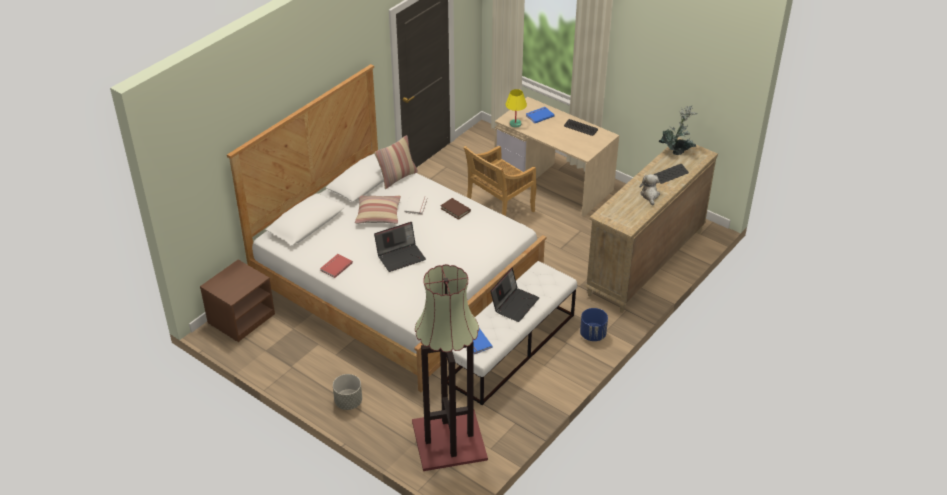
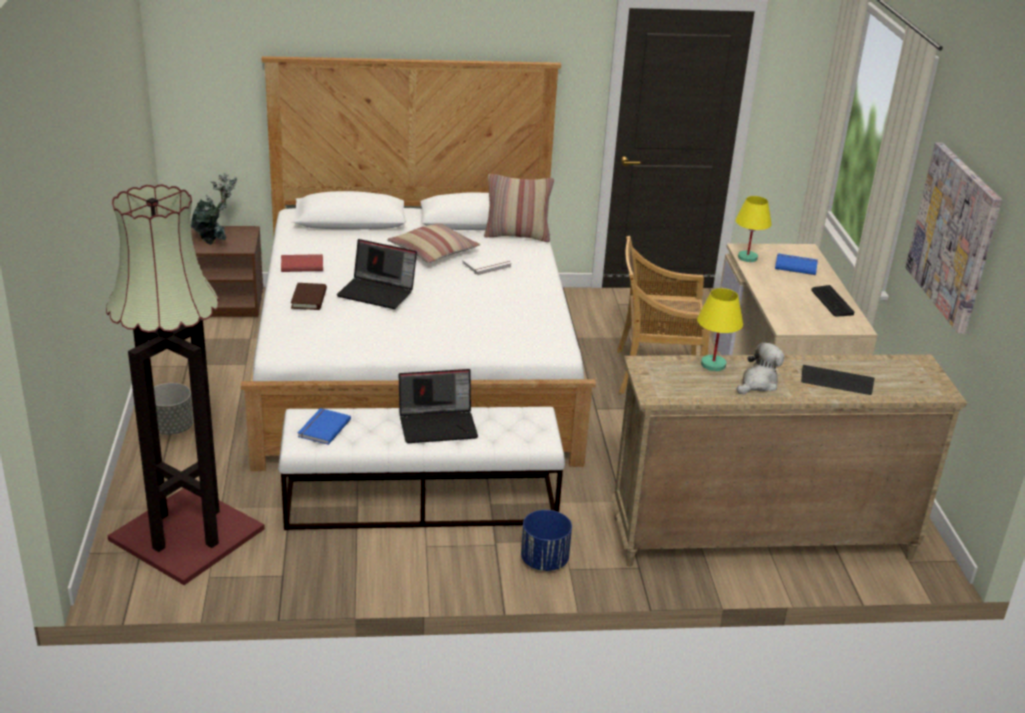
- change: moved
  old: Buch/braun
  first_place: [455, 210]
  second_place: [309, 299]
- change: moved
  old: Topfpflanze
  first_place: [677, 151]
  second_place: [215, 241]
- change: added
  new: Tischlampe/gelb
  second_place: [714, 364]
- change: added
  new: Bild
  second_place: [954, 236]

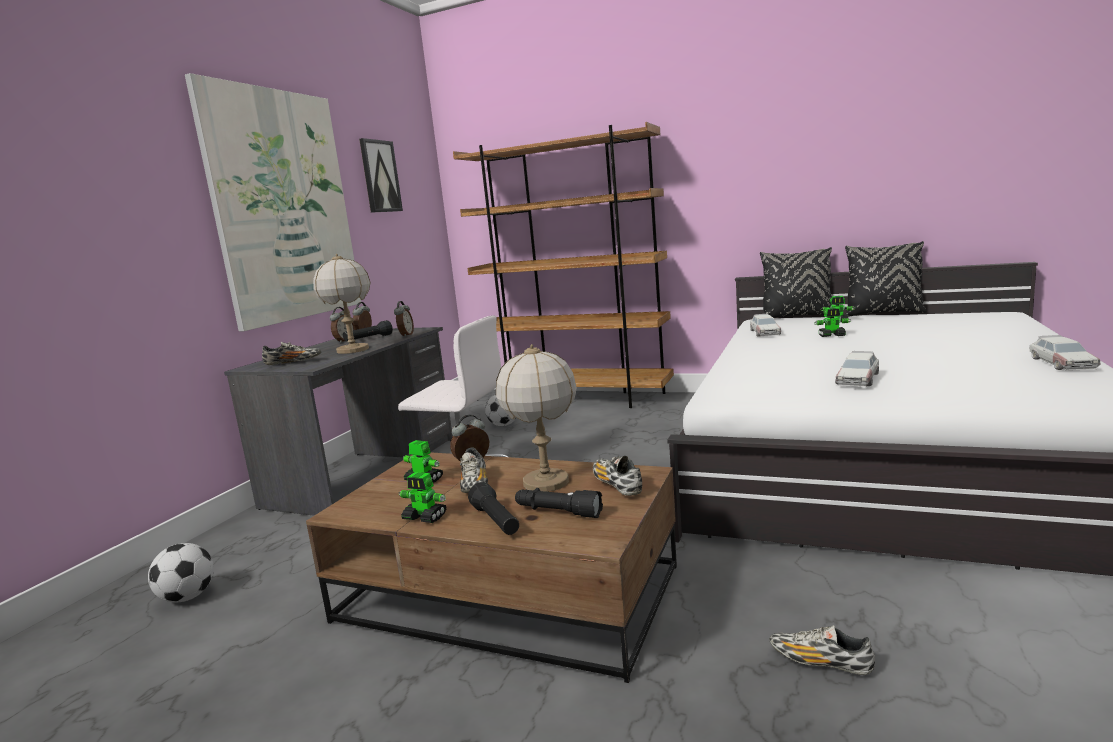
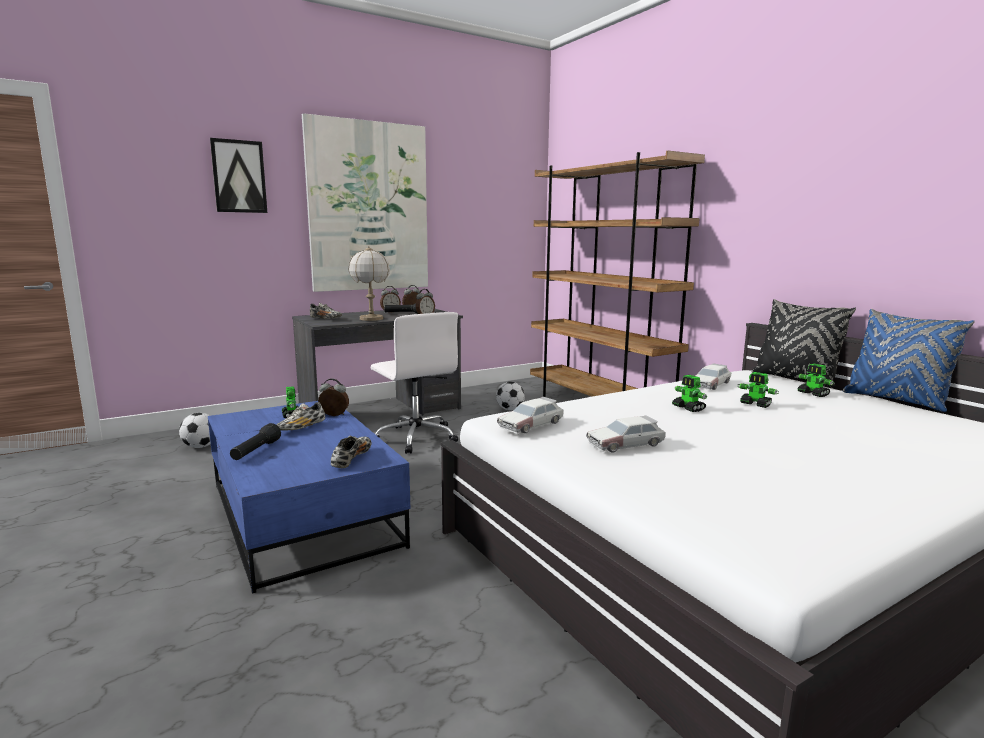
- change: recoloured
  old: Couchtisch/braun
  new: Couchtisch/blau
  first_place: [505, 594]
  second_place: [301, 513]
- change: moved
  old: Bild
  first_place: [380, 176]
  second_place: [239, 176]
- change: moved
  old: Spielzeugroboter
  first_place: [425, 517]
  second_place: [688, 408]
- change: removed
  old: Tischlampe
  first_place: [546, 482]
- change: removed
  old: Taschenlampe/schwarz
  first_place: [558, 512]
- change: removed
  old: Schuh
  first_place: [820, 663]
- change: recoloured
  old: Kissen/schwarz
  new: Kissen/blau
  first_place: [883, 313]
  second_place: [896, 400]
- change: moved
  old: Spielzeugauto
  first_place: [1061, 363]
  second_place: [531, 424]

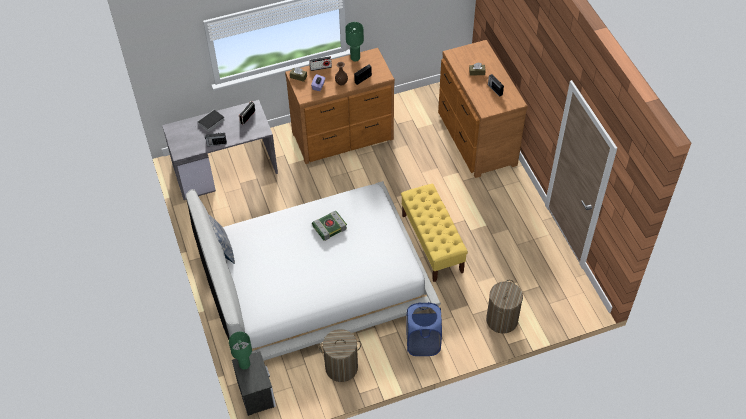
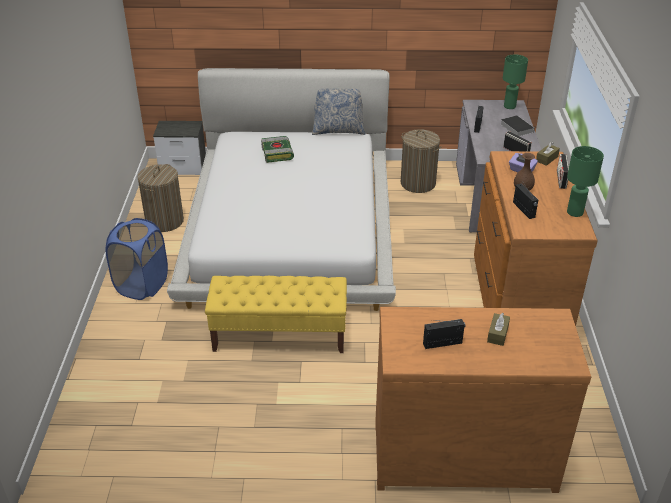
- change: moved
  old: Tischlampe/grün
  first_place: [244, 365]
  second_place: [509, 106]
- change: moved
  old: Buch
  first_place: [329, 227]
  second_place: [278, 153]
- change: moved
  old: Wäschekorb
  first_place: [501, 320]
  second_place: [418, 183]

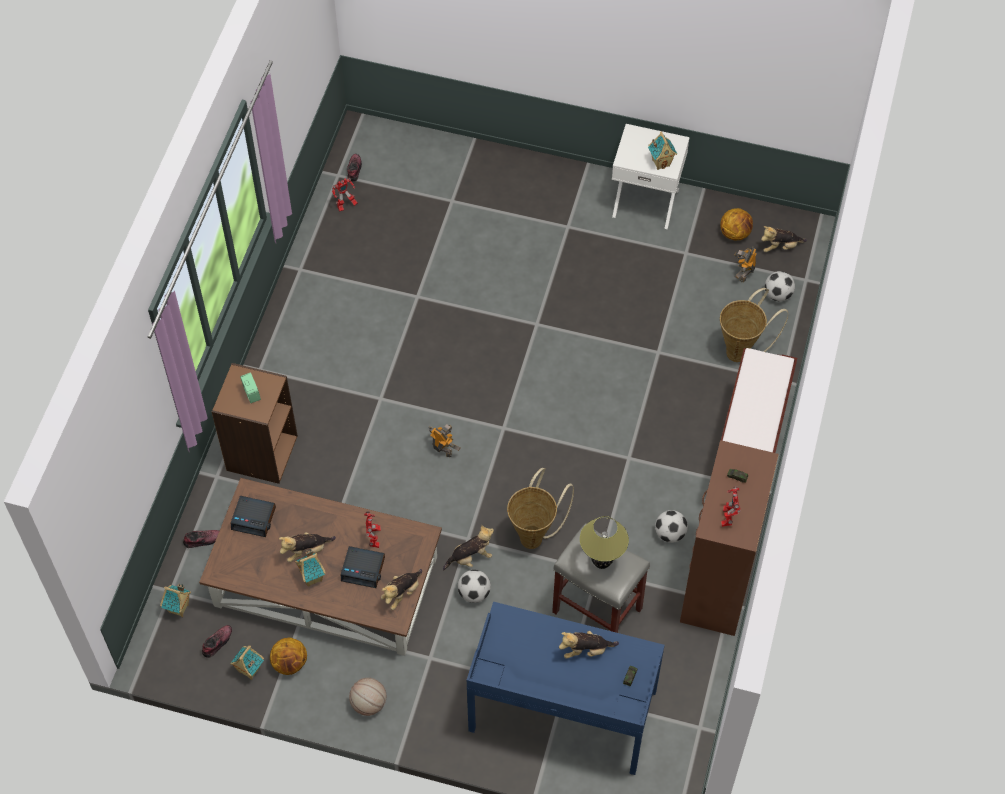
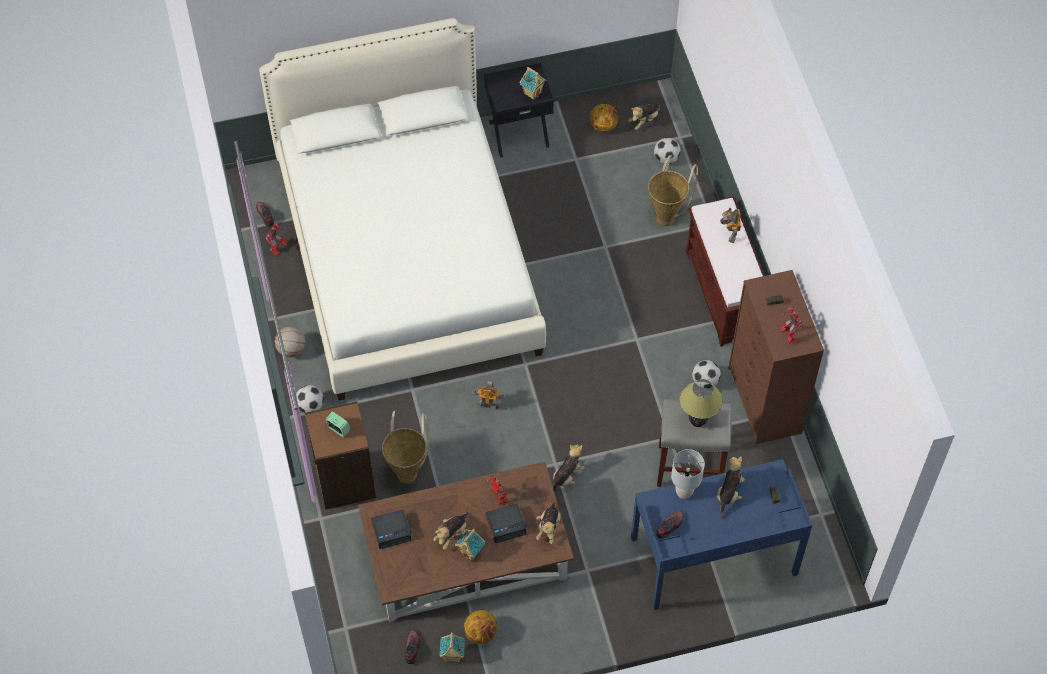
- change: removed
  old: Spielzeughaus
  first_place: [179, 609]
- change: moved
  old: Schuh
  first_place: [203, 540]
  second_place: [670, 526]
- change: moved
  old: Basketball
  first_place: [368, 704]
  second_place: [291, 349]
- change: moved
  old: Fußball
  first_place: [474, 593]
  second_place: [310, 406]
- change: moved
  old: Korb
  first_place: [535, 535]
  second_place: [408, 470]
- change: turned
  old: Plüschtier
  first_place: [586, 650]
  second_place: [729, 493]
  degrees: 150
- change: recoloured
  old: Nachttisch/weiß
  new: Nachttisch/schwarz
  first_place: [646, 201]
  second_place: [518, 133]
- change: moved
  old: Spielzeugroboter
  first_place: [743, 273]
  second_place: [729, 234]
- change: added
  new: Bett/weiß
  second_place: [408, 257]
- change: added
  new: Tischlampe/grau
  second_place: [684, 492]

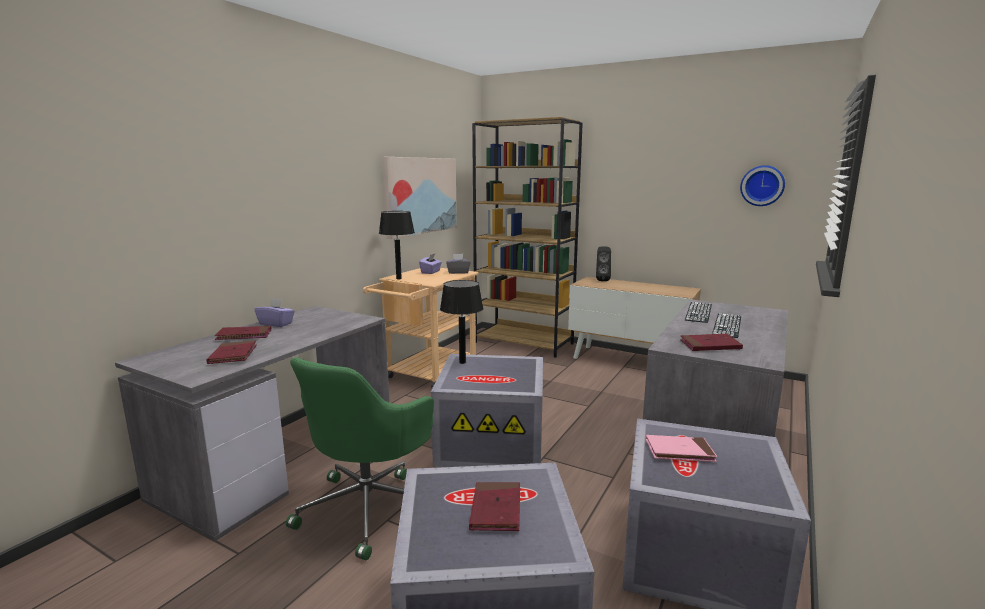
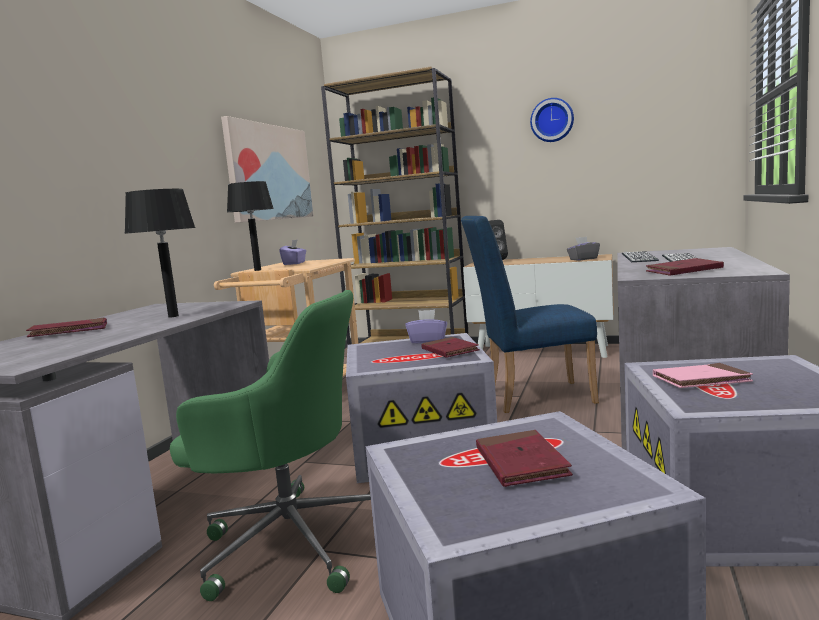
- change: moved
  old: Buch/rot
  first_place: [233, 355]
  second_place: [449, 350]
- change: moved
  old: Taschentuchbox/lila
  first_place: [276, 324]
  second_place: [428, 340]
- change: turned
  old: Bürostuhl/grün
  first_place: [370, 507]
  second_place: [289, 541]
  degrees: -90
- change: moved
  old: Tischlampe/schwarz
  first_place: [462, 362]
  second_place: [173, 316]
- change: moved
  old: Taschentuchbox/grau
  first_place: [458, 272]
  second_place: [583, 259]
- change: moved
  old: Wanduhr
  first_place: [762, 185]
  second_place: [552, 120]
- change: added
  new: Stuhl/blau
  second_place: [531, 397]

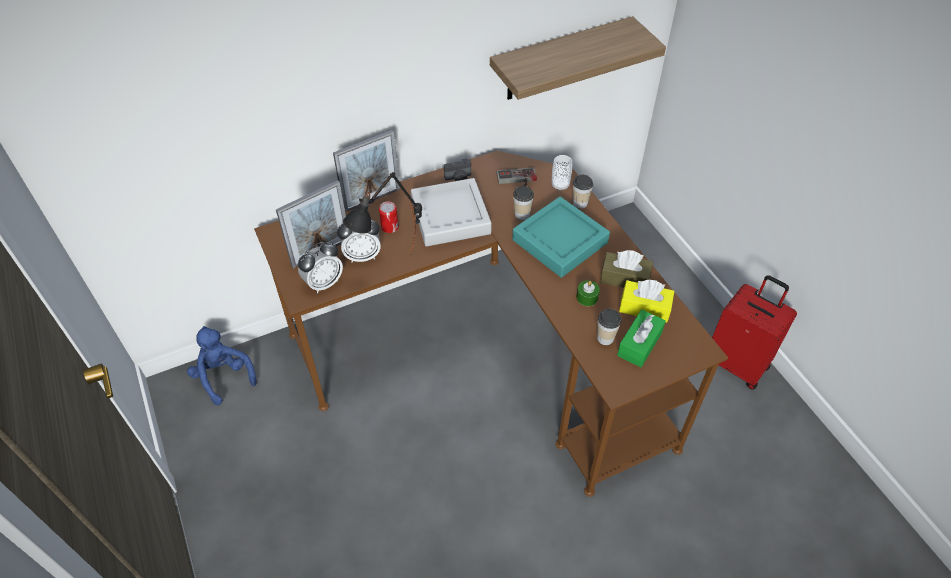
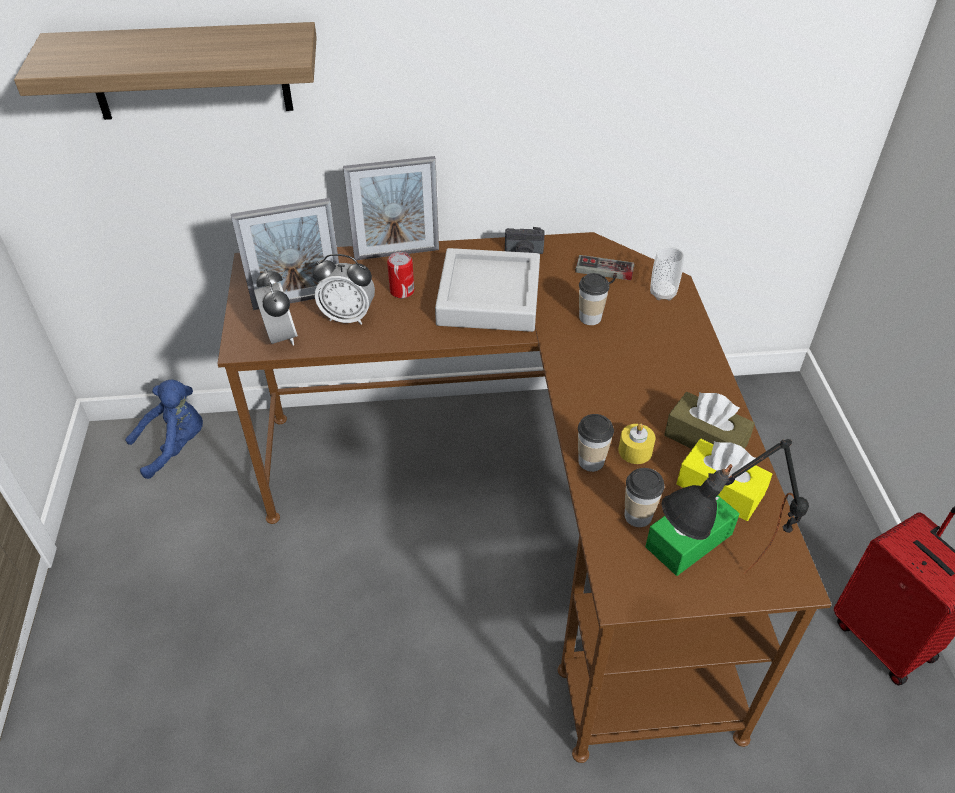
- change: turned
  old: Plüschtier/blau
  first_place: [224, 376]
  second_place: [175, 446]
  degrees: 75
- change: turned
  old: Wecker
  first_place: [324, 283]
  second_place: [281, 337]
  degrees: -90
- change: moved
  old: Tischlampe/schwarz
  first_place: [392, 273]
  second_place: [707, 601]
- change: moved
  old: Wandregal
  first_place: [560, 60]
  second_place: [189, 71]
- change: removed
  old: Tablett/türkis
  first_place: [559, 241]
- change: moved
  old: Tasse
  first_place: [580, 203]
  second_place: [591, 461]
- change: recoloured
  old: Kerze/grün
  new: Kerze/gelb
  first_place: [587, 297]
  second_place: [635, 451]

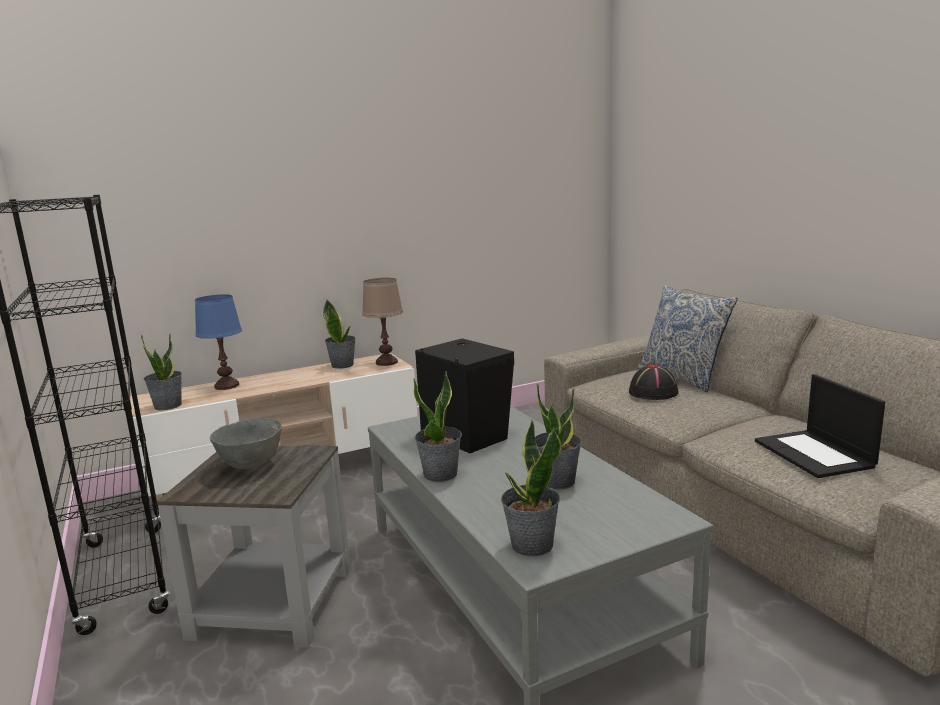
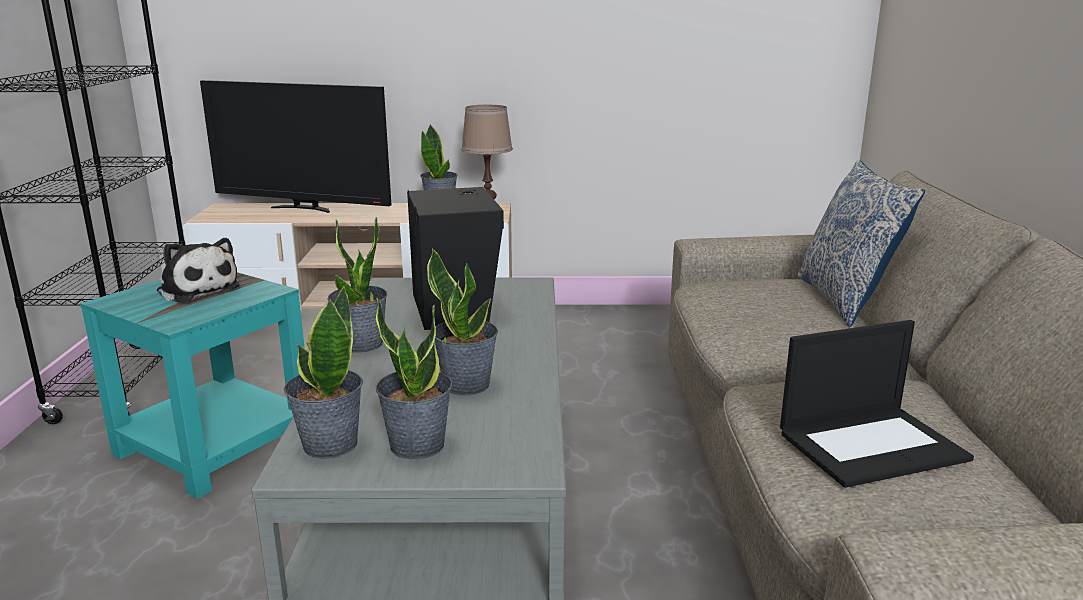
- change: moved
  old: Topfpflanze
  first_place: [168, 406]
  second_place: [417, 445]
- change: recoloured
  old: Beistelltisch/grau
  new: Beistelltisch/türkis
  first_place: [271, 601]
  second_place: [215, 443]
- change: replaced
  old: Tischlampe/blau
  new: Fernseher
  first_place: [227, 386]
  second_place: [304, 208]
- change: replaced
  old: Schüssel/grau
  new: Plüschtier
  first_place: [250, 465]
  second_place: [197, 289]
- change: removed
  old: Hut/schwarz
  first_place: [653, 392]
- change: turned
  old: Laptop
  first_place: [815, 454]
  second_place: [872, 445]
  degrees: -120

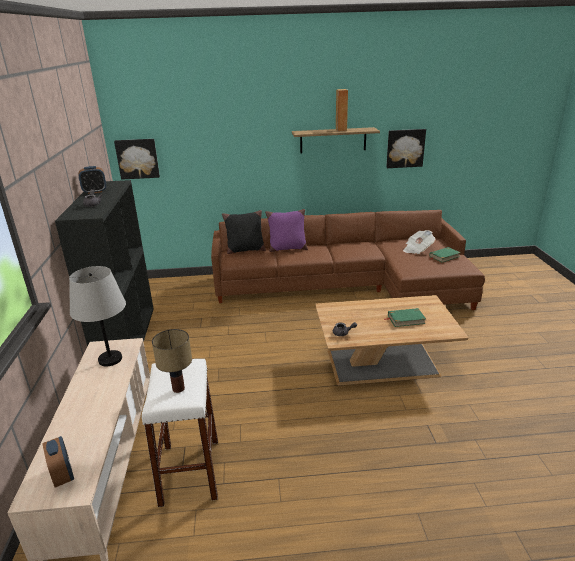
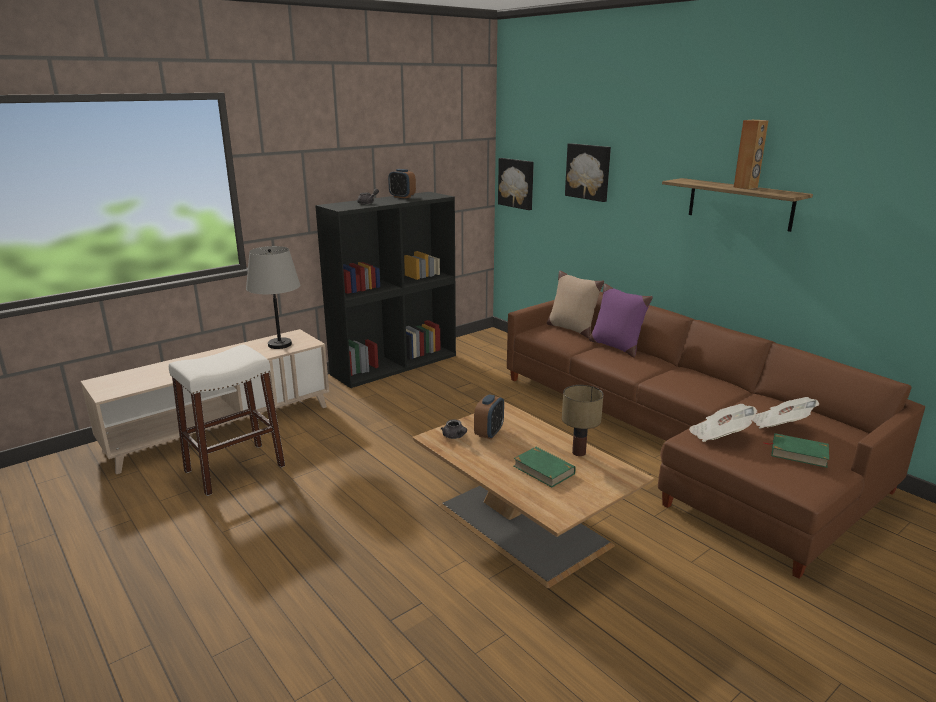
- change: moved
  old: Wecker
  first_place: [63, 475]
  second_place: [489, 433]
- change: moved
  old: Tischlampe
  first_place: [178, 389]
  second_place: [578, 453]
- change: recoloured
  old: Kissen/schwarz
  new: Kissen/beige
  first_place: [245, 250]
  second_place: [571, 329]
- change: moved
  old: Bild
  first_place: [405, 148]
  second_place: [588, 172]
- change: added
  new: Zeitung
  second_place: [719, 436]

